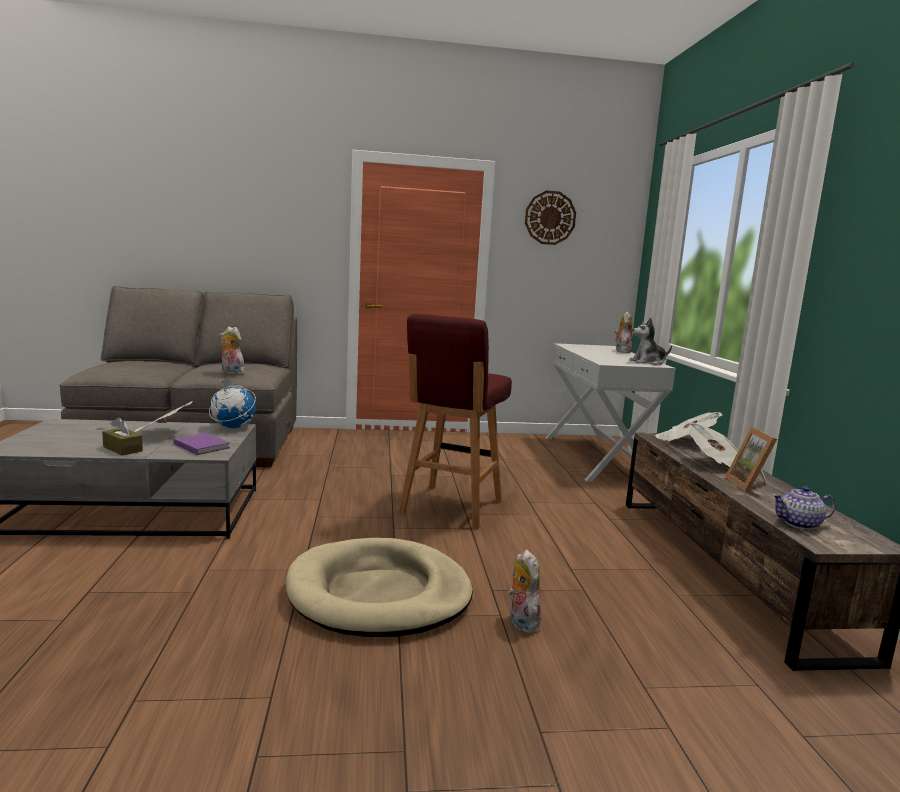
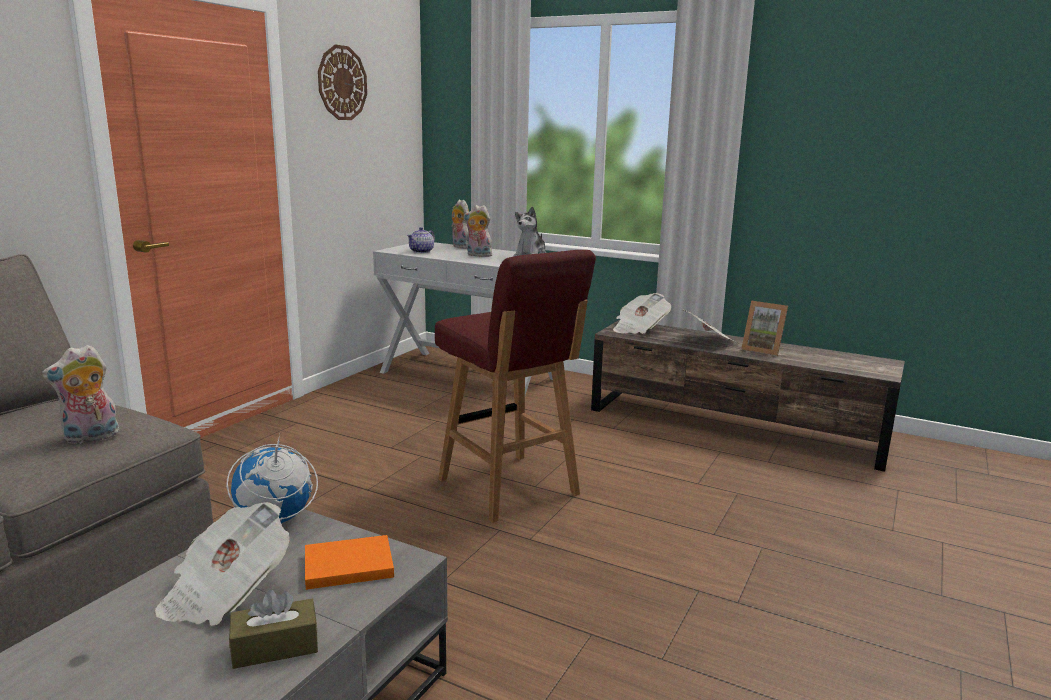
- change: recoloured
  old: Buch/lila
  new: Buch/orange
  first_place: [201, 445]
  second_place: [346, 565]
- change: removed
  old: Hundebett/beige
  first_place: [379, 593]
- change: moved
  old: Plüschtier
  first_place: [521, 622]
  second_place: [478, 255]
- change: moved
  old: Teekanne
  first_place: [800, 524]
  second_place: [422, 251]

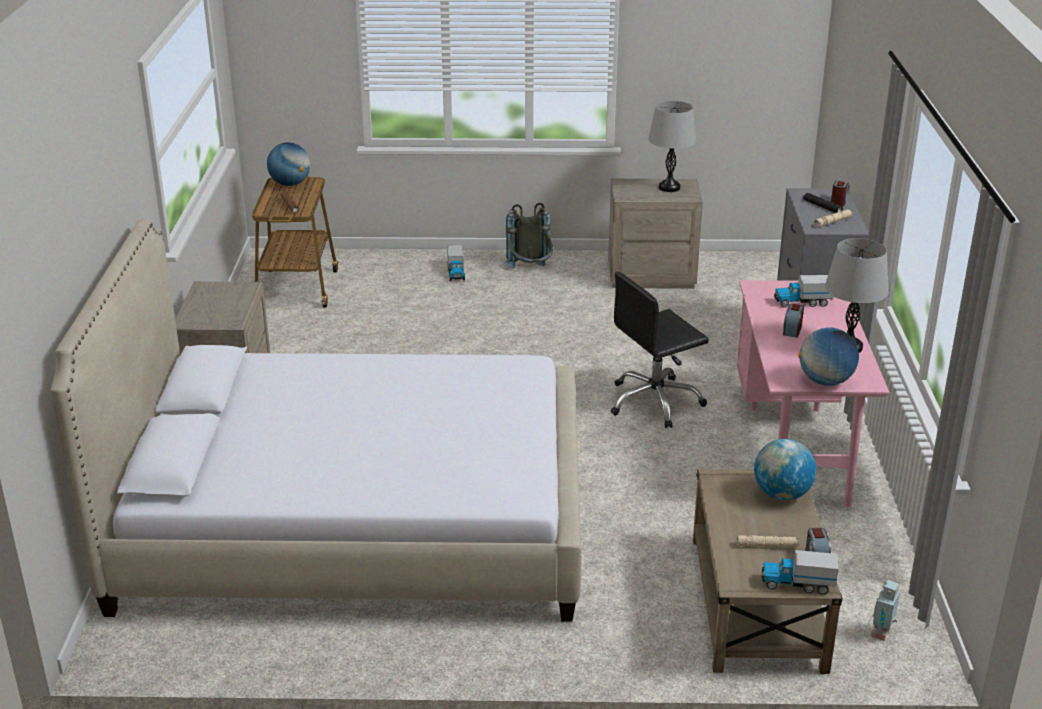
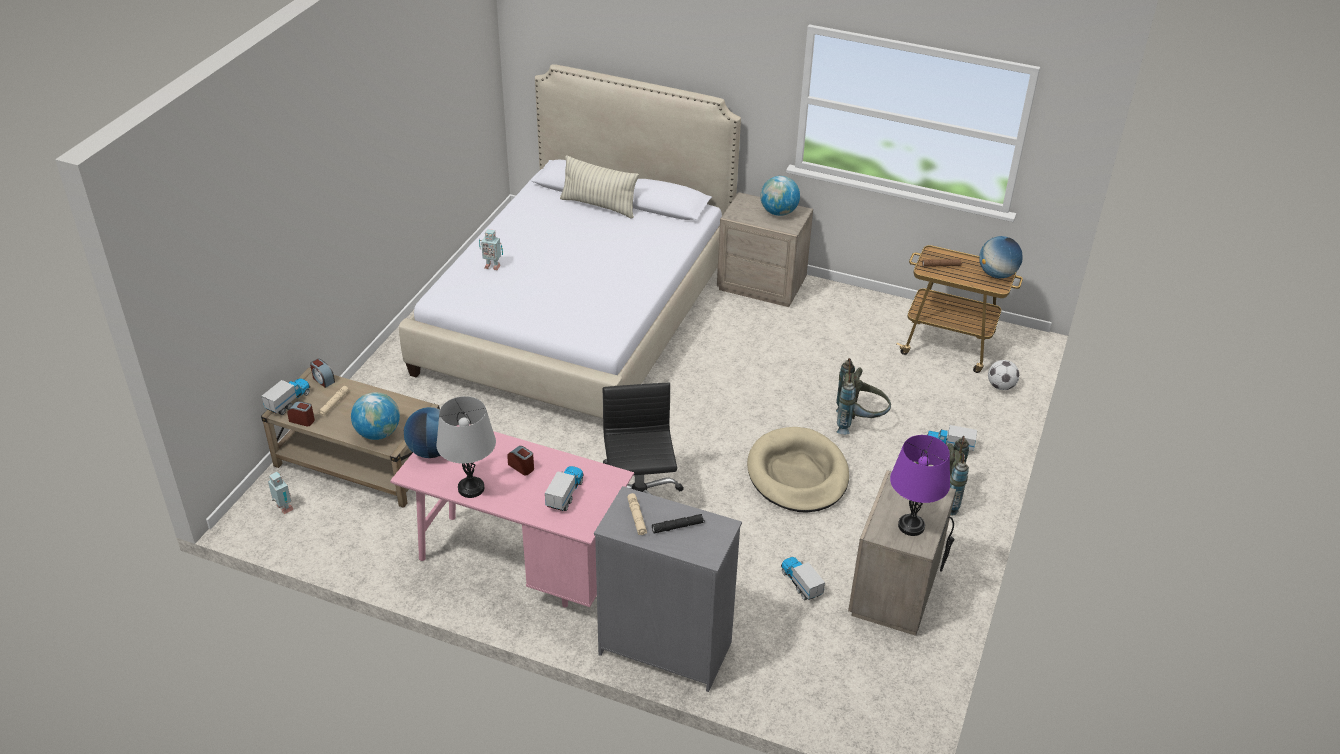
- change: recoloured
  old: Tischlampe/grau
  new: Tischlampe/lila
  first_place: [669, 188]
  second_place: [911, 526]
- change: moved
  old: Wecker
  first_place: [839, 201]
  second_place: [323, 380]
- change: added
  new: Spielzeugroboter
  second_place: [492, 266]
- change: added
  new: Kissen
  second_place: [599, 205]
- change: added
  new: Hundebett/beige
  second_place: [797, 474]
- change: added
  new: Globus
  second_place: [778, 212]
- change: added
  new: Spielzeuglaster
  second_place: [800, 584]
- change: added
  new: Rucksack/grau
  second_place: [859, 422]
- change: added
  new: Fußball
  second_place: [1000, 386]

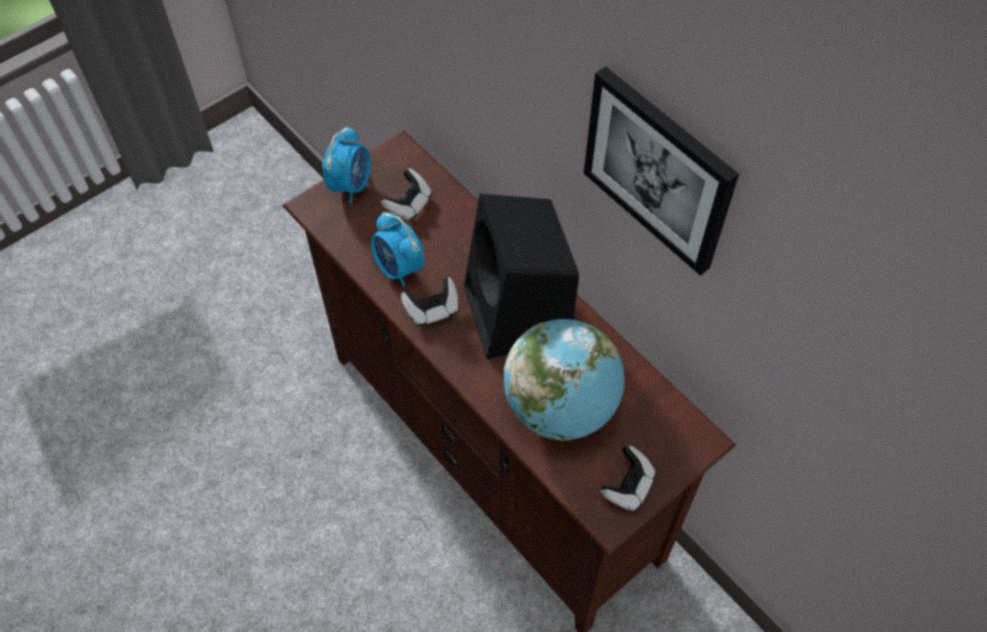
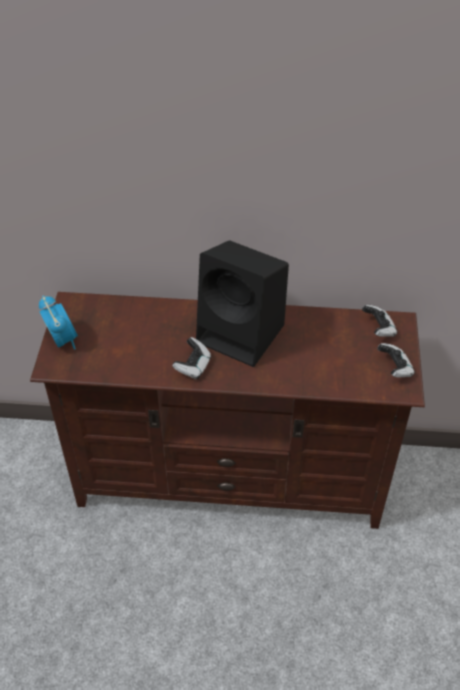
- change: removed
  old: Wecker
  first_place: [399, 268]
- change: moved
  old: Gamepad
  first_place: [408, 204]
  second_place: [379, 329]
- change: removed
  old: Globus
  first_place: [561, 407]
- change: removed
  old: Bild
  first_place: [659, 170]

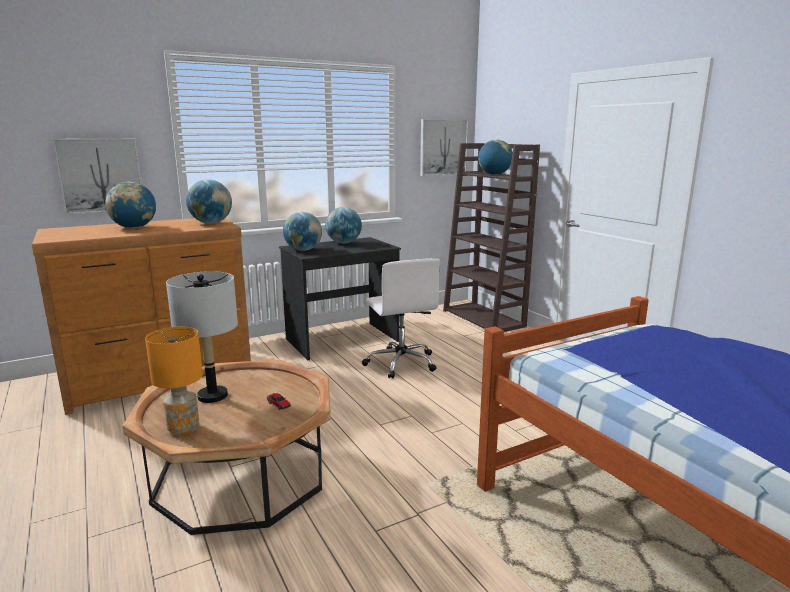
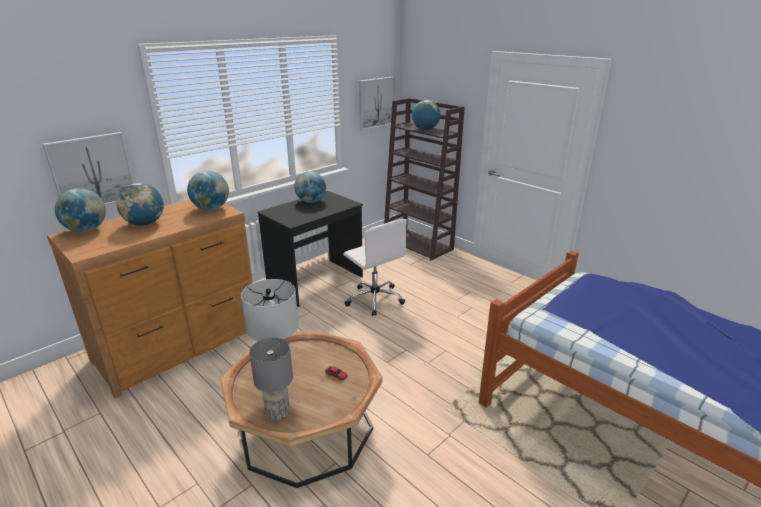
- change: recoloured
  old: Tischlampe/orange
  new: Tischlampe/grau
  first_place: [183, 429]
  second_place: [277, 413]
- change: moved
  old: Globus
  first_place: [303, 250]
  second_place: [86, 230]

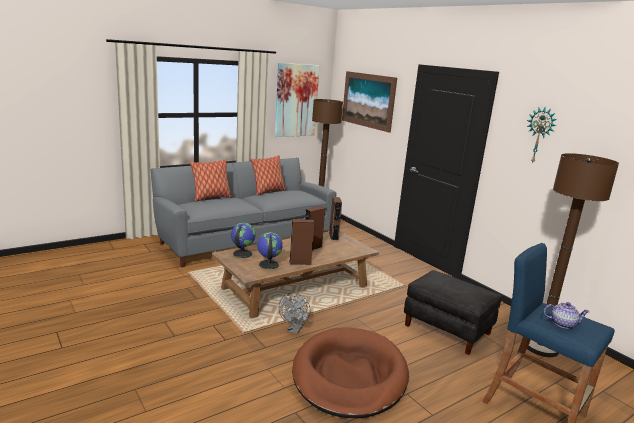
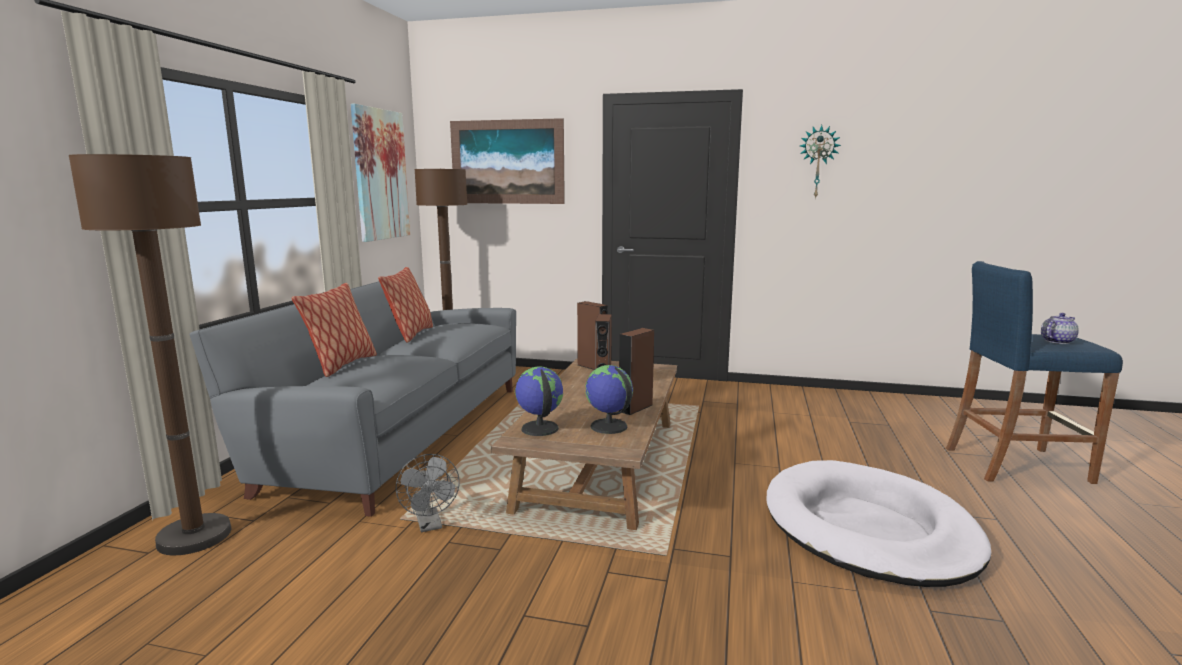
- change: moved
  old: Ventilator/grau
  first_place: [294, 330]
  second_place: [430, 525]
- change: recoloured
  old: Hundebett/braun
  new: Hundebett/weiß
  first_place: [349, 375]
  second_place: [868, 528]
- change: removed
  old: Polsterhocker/schwarz
  first_place: [447, 329]
- change: moved
  old: Stehlampe/braun
  first_place: [540, 347]
  second_place: [194, 536]

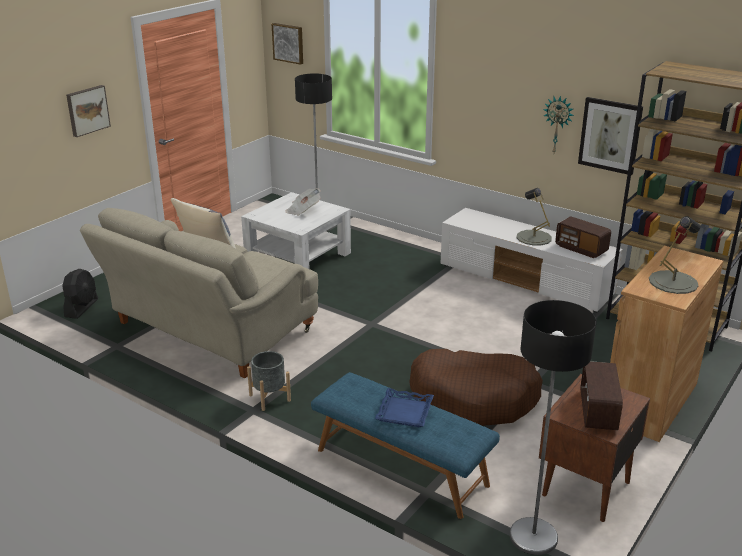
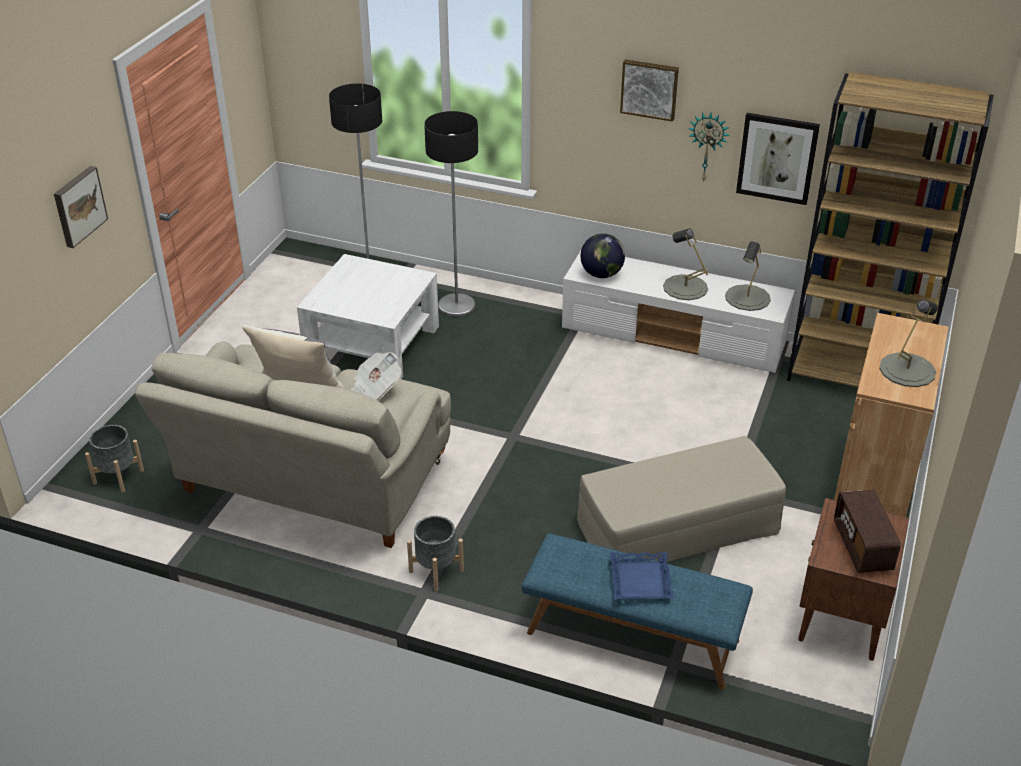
- change: replaced
  old: Ventilator/schwarz
  new: Pflanzkübel/grau
  first_place: [81, 308]
  second_place: [118, 477]
- change: moved
  old: Bild
  first_place: [288, 43]
  second_place: [649, 89]
- change: moved
  old: Zeitung
  first_place: [303, 211]
  second_place: [374, 390]
- change: replaced
  old: Hundebett/braun
  new: Polsterhocker/beige
  first_place: [474, 398]
  second_place: [678, 525]
- change: moved
  old: Stehlampe
  first_place: [533, 536]
  second_place: [456, 306]
- change: replaced
  old: Radio
  new: Tischlampe/grau
  first_place: [581, 249]
  second_place: [747, 298]
- change: added
  new: Globus
  second_place: [602, 274]

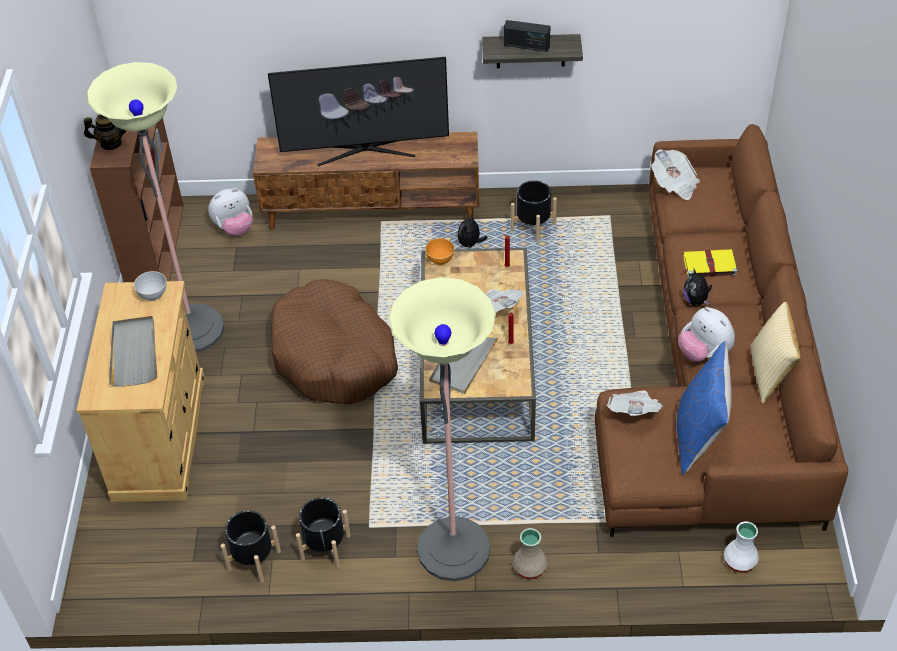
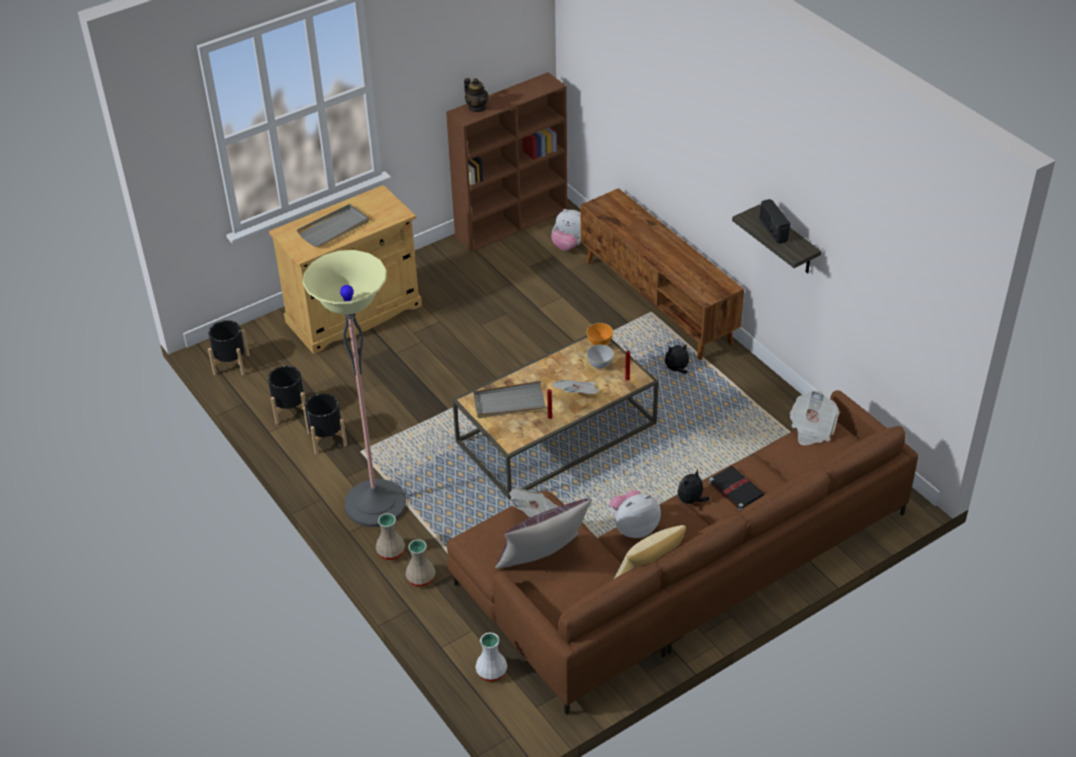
- change: removed
  old: Stehlampe
  first_place: [192, 329]
- change: moved
  old: Schüssel/grau
  first_place: [153, 295]
  second_place: [600, 364]
- change: removed
  old: Fernseher
  first_place: [365, 150]
- change: removed
  old: Hundebett/braun
  first_place: [334, 356]
- change: moved
  old: Pflanzkübel/schwarz
  first_place: [533, 227]
  second_place: [231, 364]
- change: recoloured
  old: Kissen/blau
  new: Kissen/braun
  first_place: [699, 435]
  second_place: [543, 561]
- change: turned
  old: Plüschtier
  first_place: [704, 353]
  second_place: [633, 527]
  degrees: 45
- change: recoloured
  old: Buch/gelb
  new: Buch/schwarz
  first_place: [708, 265]
  second_place: [735, 489]
- change: added
  new: Vase/beige
  second_place: [421, 578]

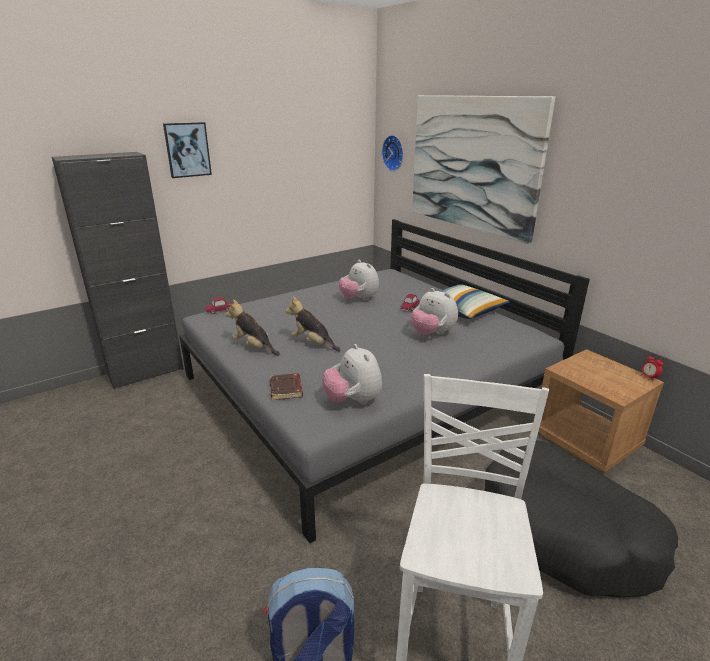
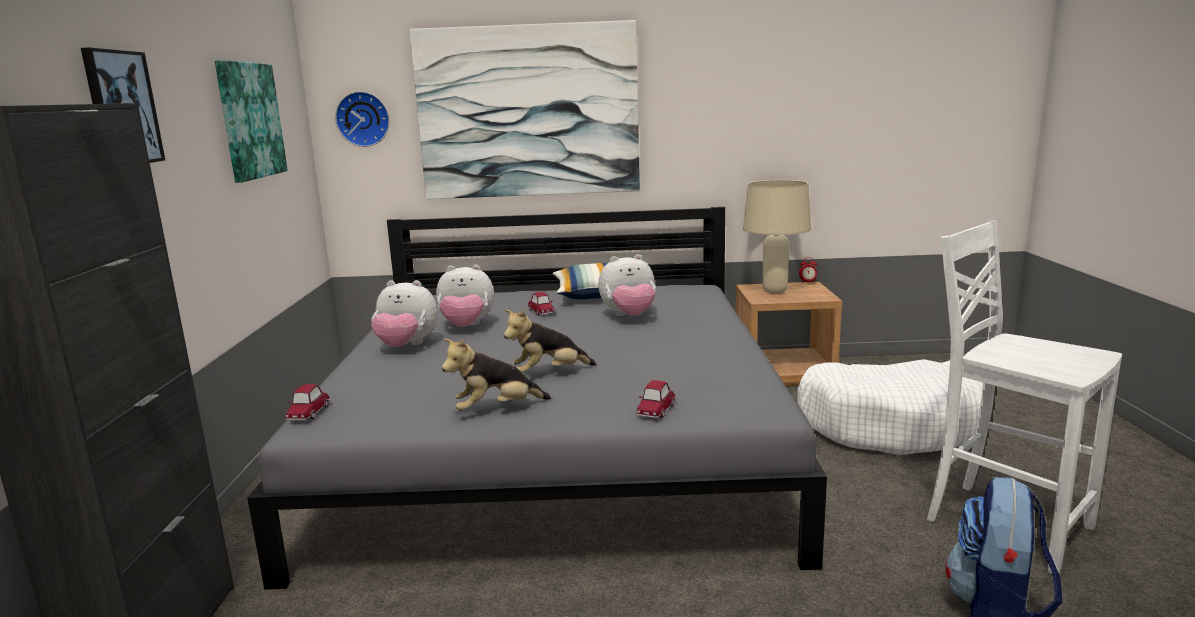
- change: replaced
  old: Buch/braun
  new: Spielzeugauto
  first_place: [287, 389]
  second_place: [655, 410]
- change: moved
  old: Plüschtier
  first_place: [353, 400]
  second_place: [406, 346]
- change: recoloured
  old: Hundebett/schwarz
  new: Hundebett/weiß
  first_place: [566, 530]
  second_place: [893, 425]
- change: added
  new: Bild
  second_place: [250, 120]
- change: added
  new: Tischlampe/beige
  second_place: [774, 291]

